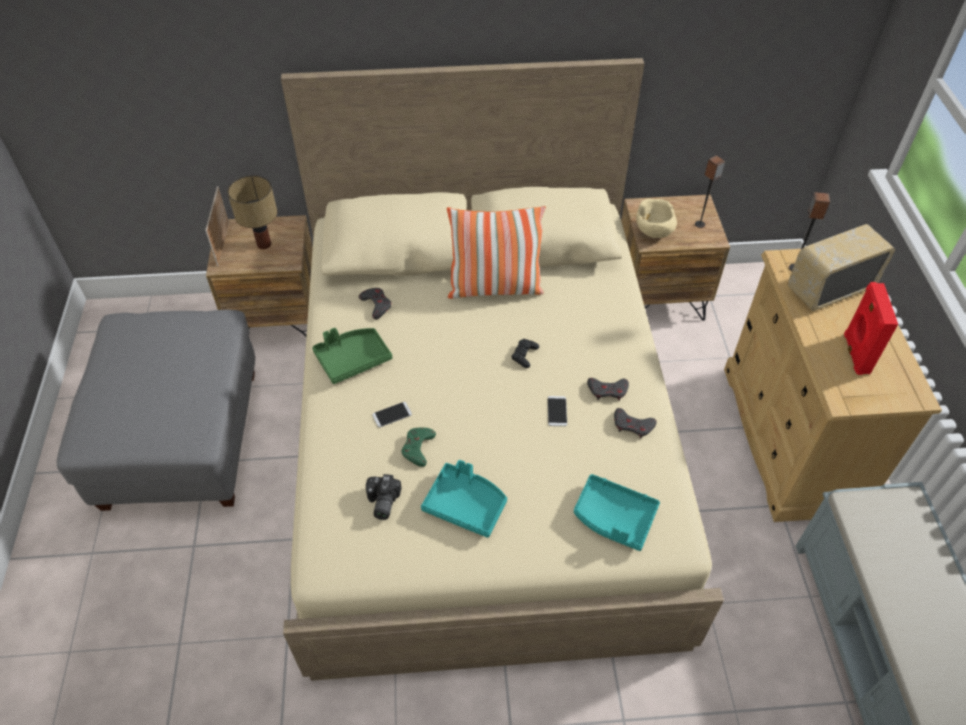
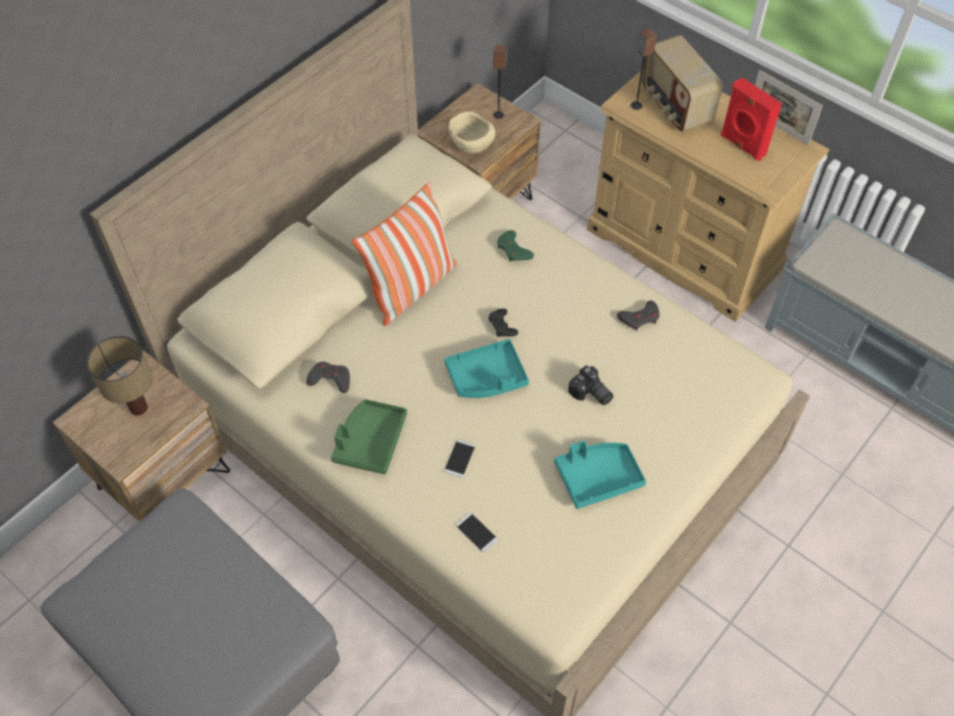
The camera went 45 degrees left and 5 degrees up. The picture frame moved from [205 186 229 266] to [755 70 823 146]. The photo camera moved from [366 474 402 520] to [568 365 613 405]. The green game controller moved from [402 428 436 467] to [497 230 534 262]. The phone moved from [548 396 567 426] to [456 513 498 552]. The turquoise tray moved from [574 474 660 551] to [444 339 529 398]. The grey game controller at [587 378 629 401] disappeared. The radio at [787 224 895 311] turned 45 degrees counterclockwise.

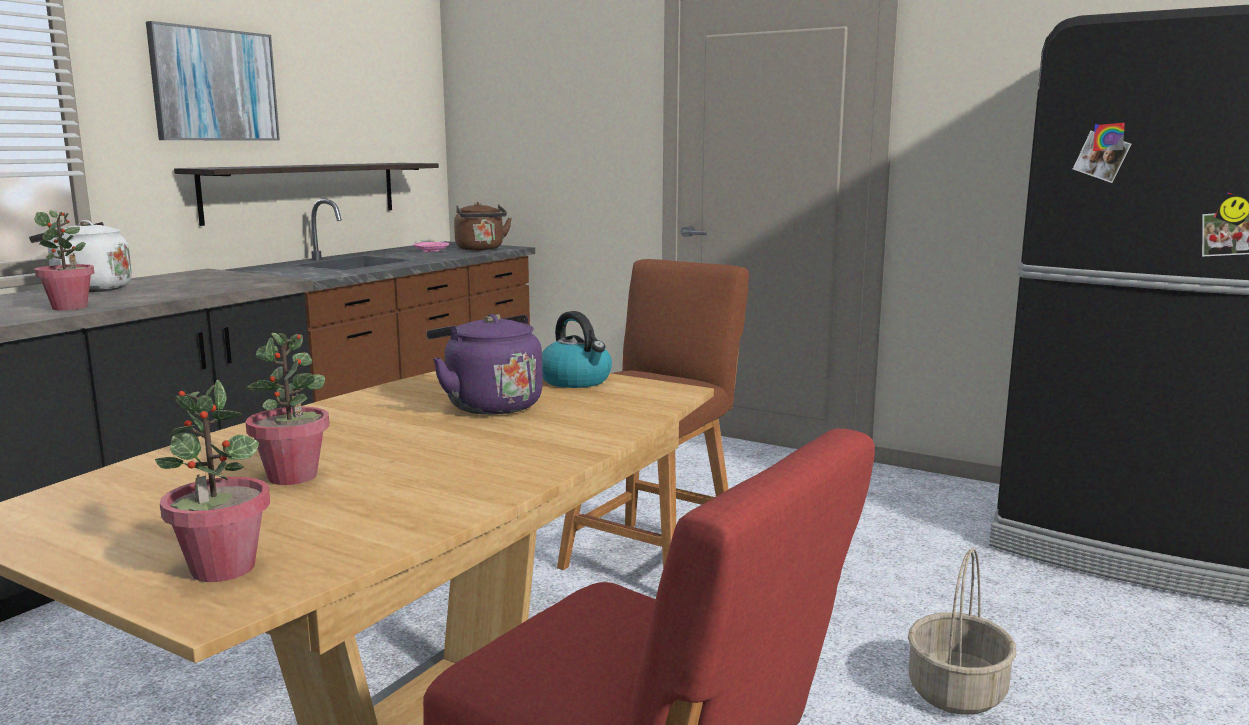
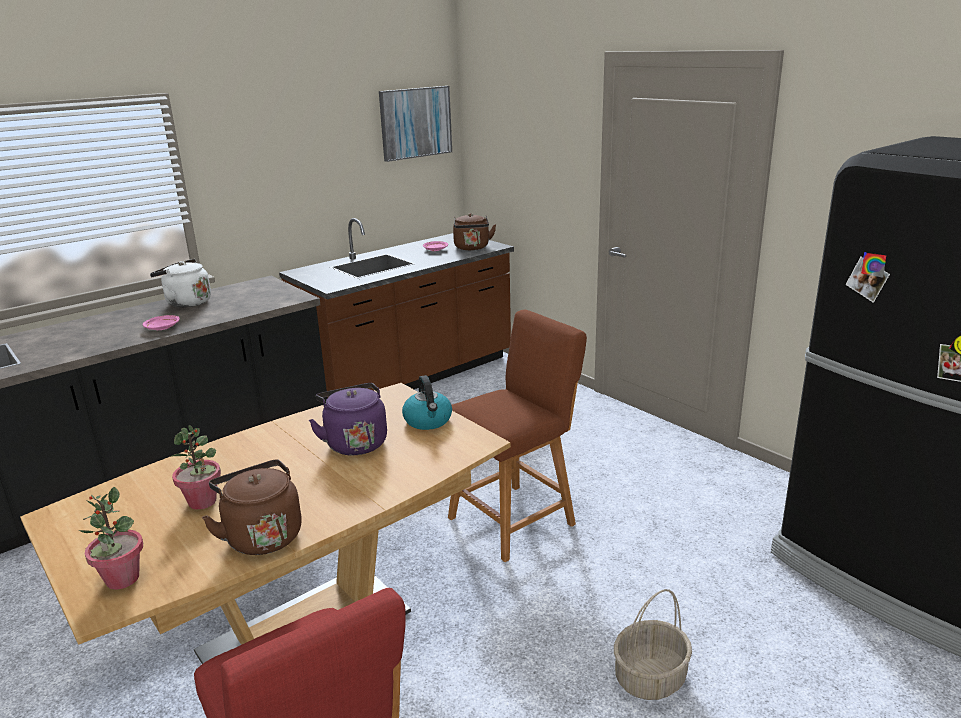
The camera went 20 degrees right and 10 degrees up. The potted plant at [35 210 94 311] was replaced by the pink plate at [143 315 180 330]. The picture moved from [146 21 280 141] to [379 86 452 162]. The shelf at [174 163 439 226] disappeared. The brown kettle at [202 459 302 555] appeared.

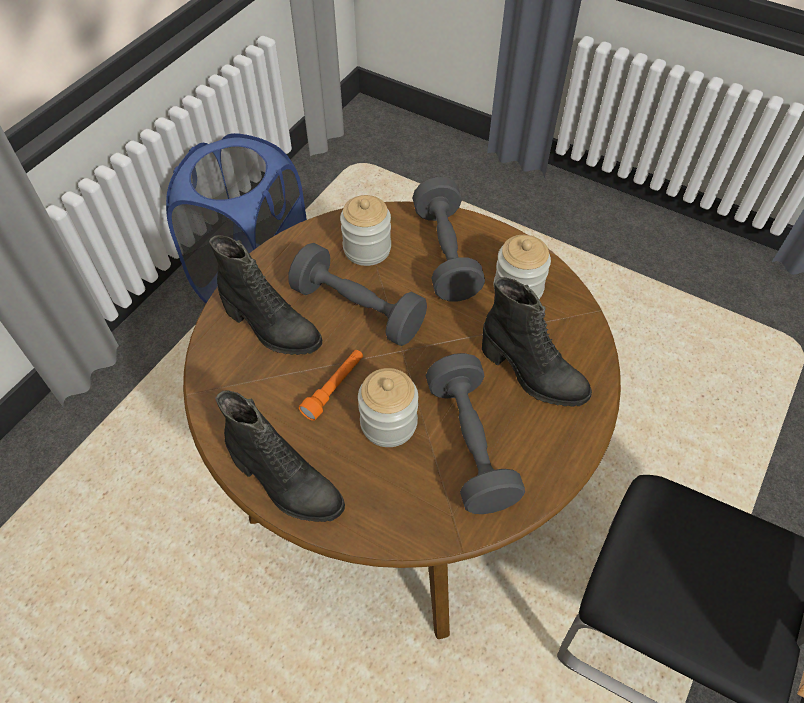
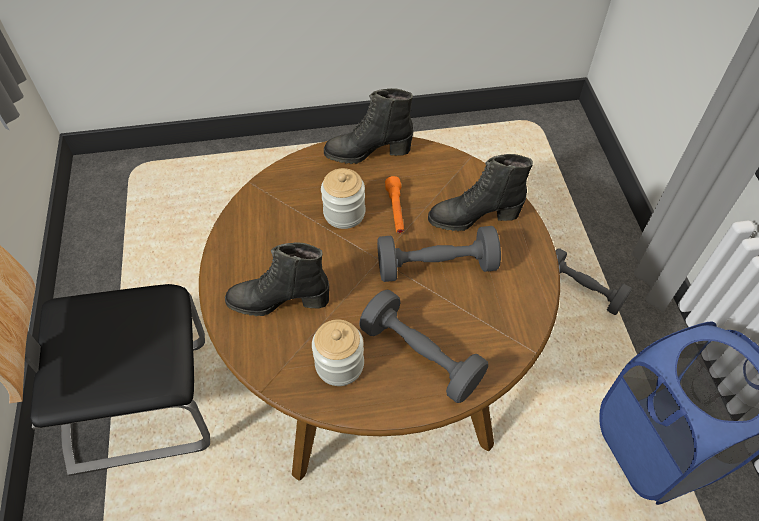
The camera went 140 degrees right and 0 degrees up. The jar at [340 195 391 266] disappeared. The grey dumbbell moved from [426 353 525 514] to [556 248 632 315].

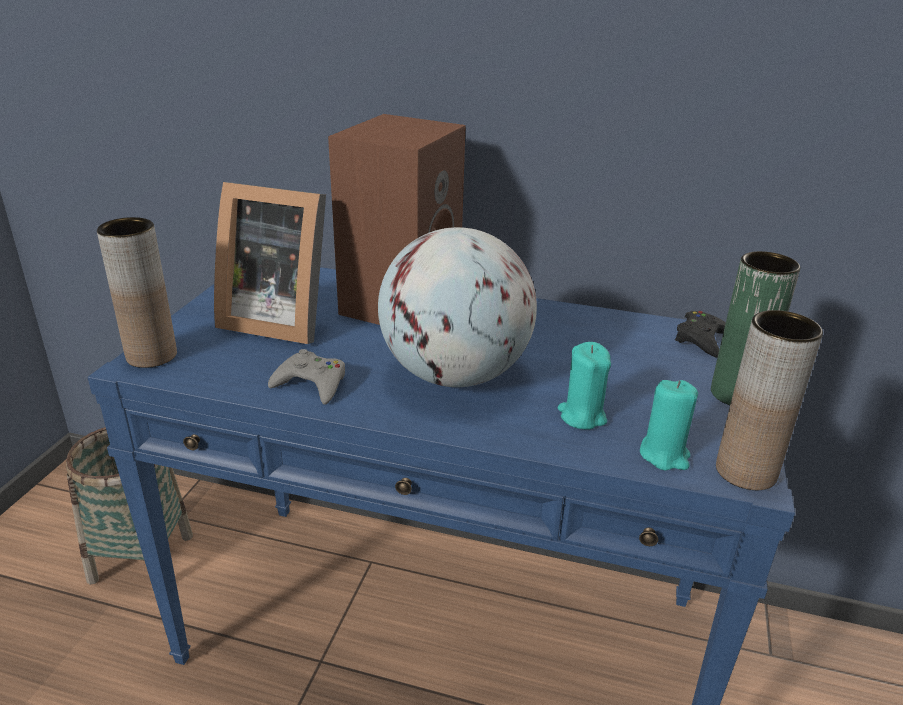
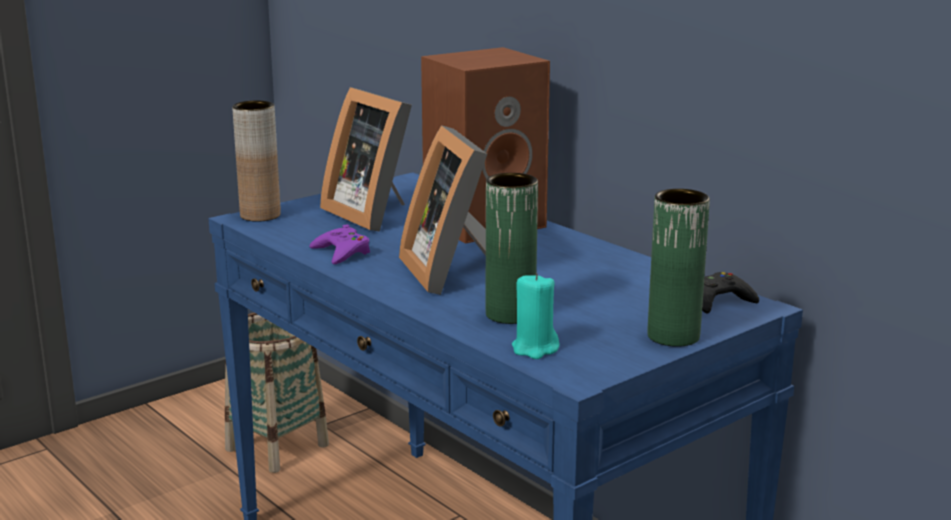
The camera went 35 degrees right and 10 degrees down. The grey game controller at [268 349 345 405] became the purple game controller at [309 225 370 264]. The globe at [378 227 537 387] was replaced by the picture frame at [399 125 487 295]. The turquoise candle at [558 342 611 430] was replaced by the green vase at [485 173 538 324]. The brown vase at [716 310 823 490] disappeared.

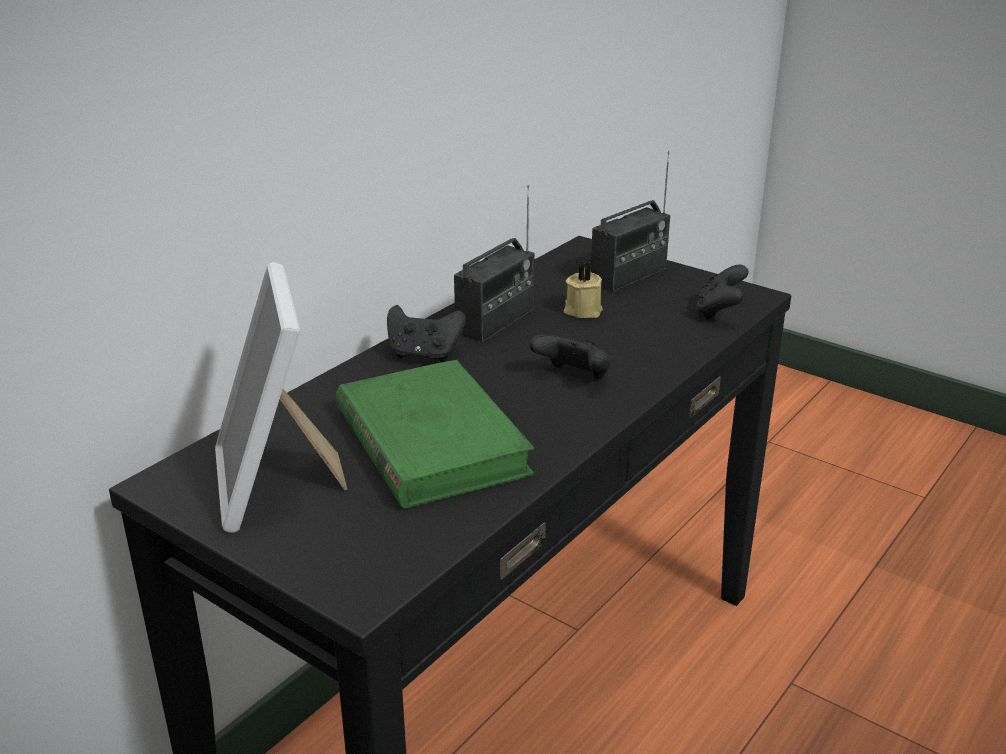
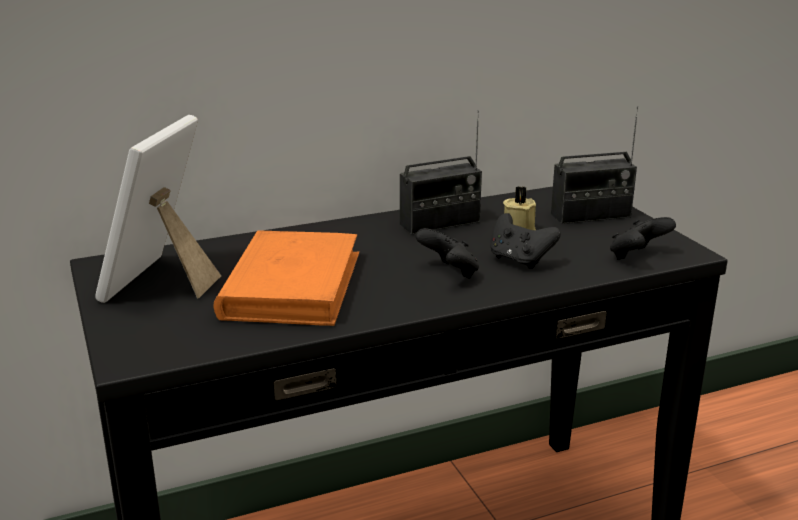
The camera went 30 degrees right and 5 degrees down. The green book at [336 360 534 509] became the orange book at [213 230 360 326]. The black game controller moved from [387 305 466 362] to [490 213 561 269].

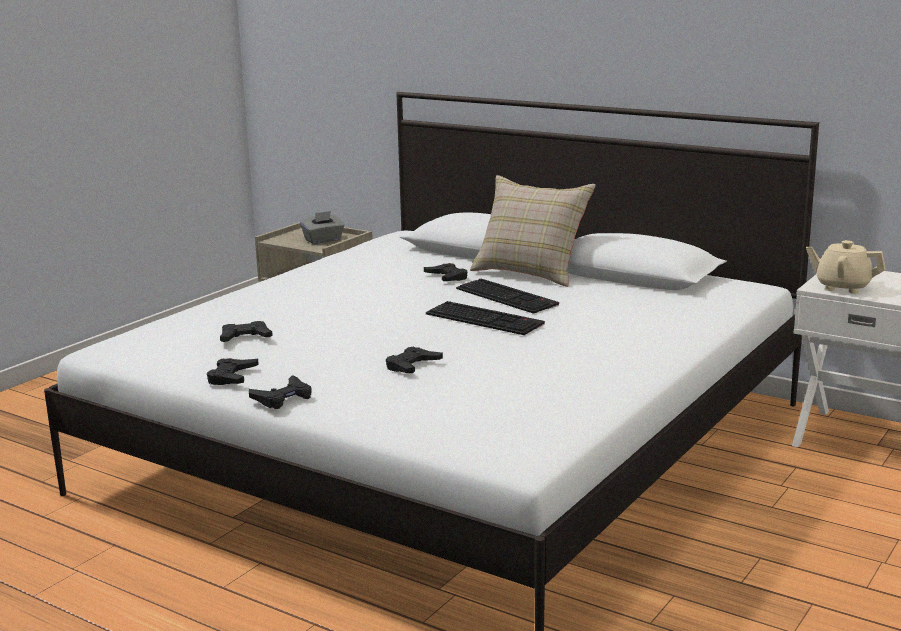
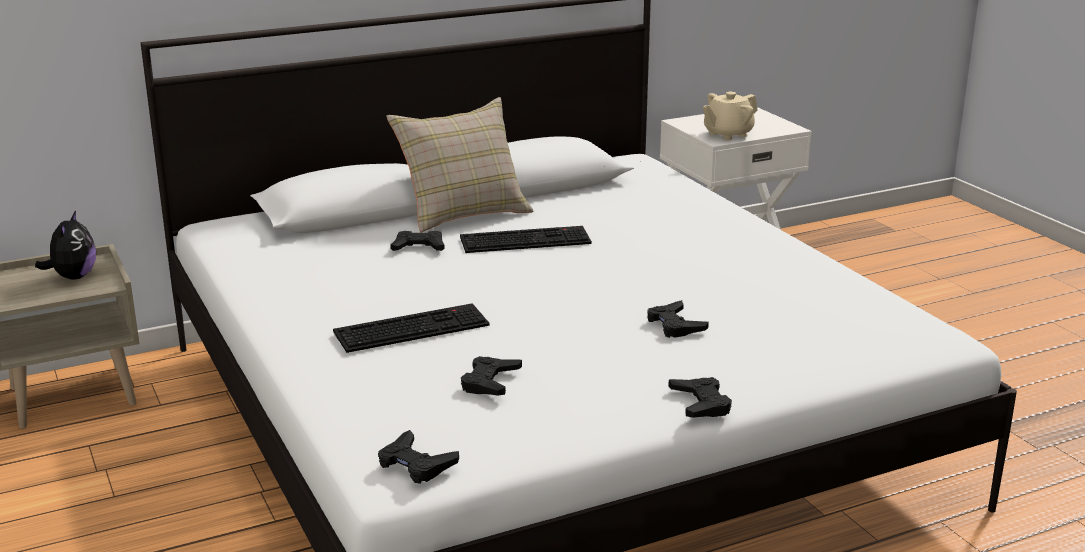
The camera went 60 degrees left and 5 degrees up. The black game controller moved from [207 358 259 385] to [378 430 459 484]. The grey tissue box at [300 211 344 244] was replaced by the plush toy at [35 210 96 280]. The keyboard moved from [426 301 545 335] to [333 303 490 353].

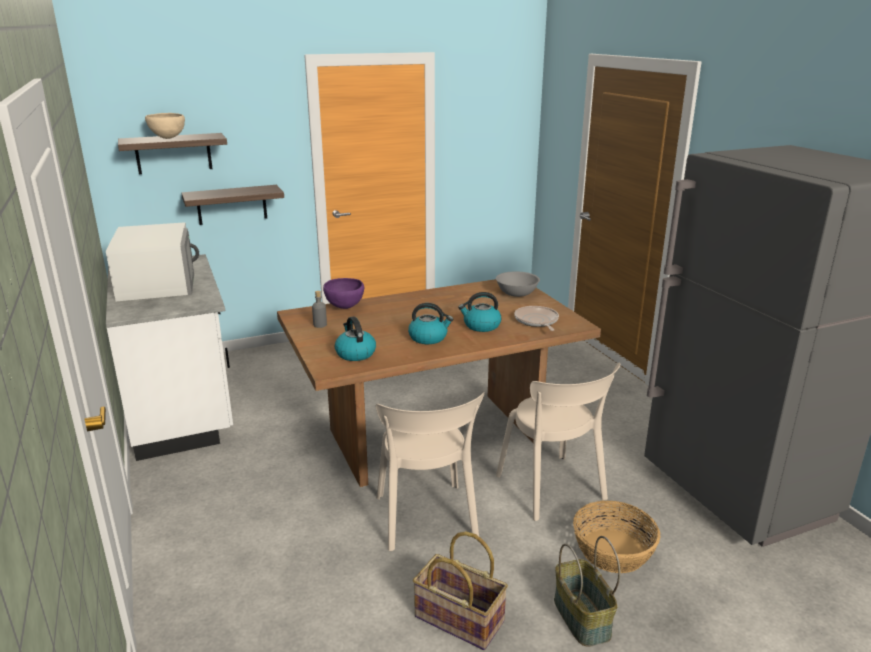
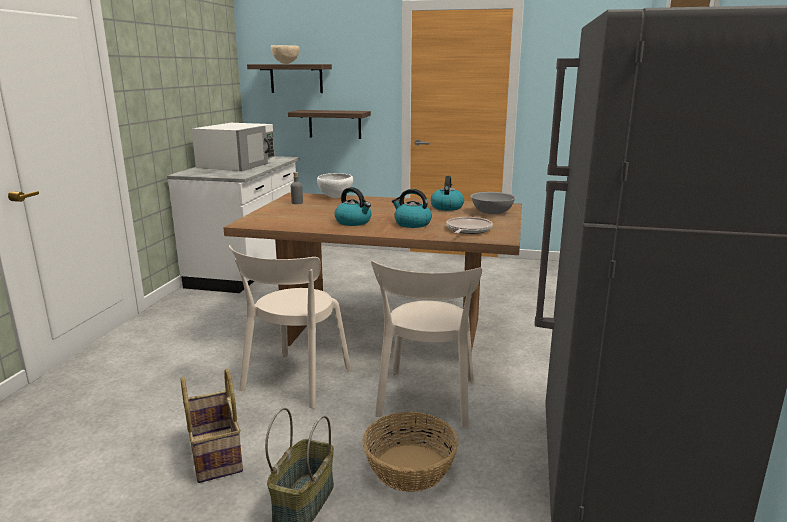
The camera went 35 degrees right and 5 degrees down. The purple bowl at [323 278 364 309] became the white bowl at [317 173 353 198]. The kettle moved from [335 317 376 361] to [431 176 464 211].

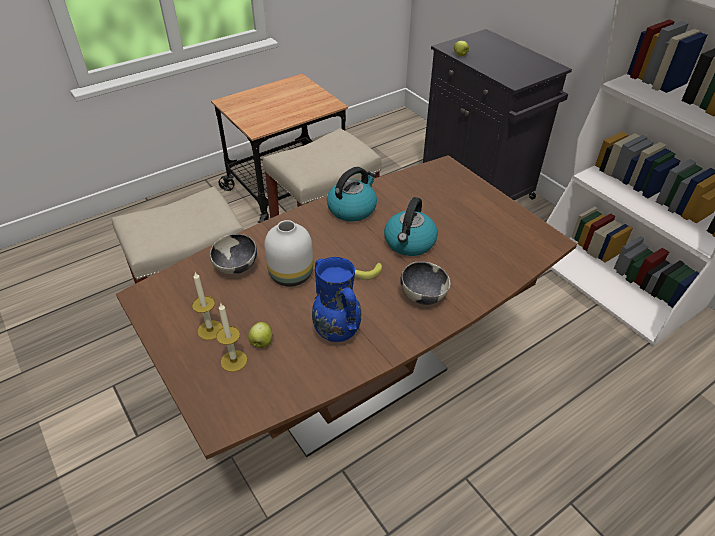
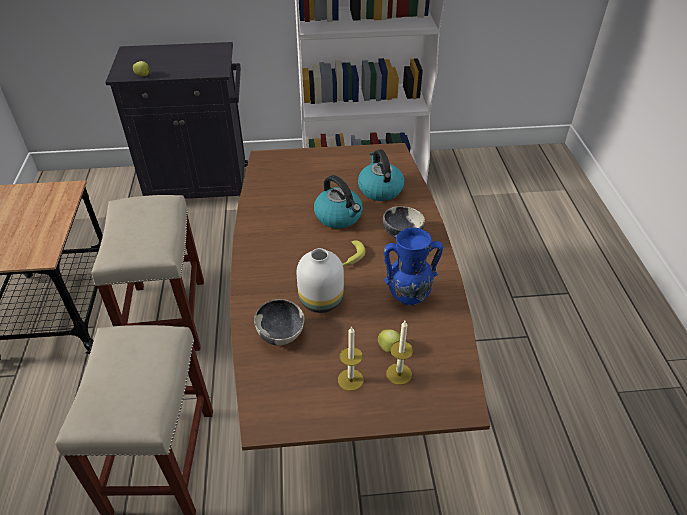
The camera went 60 degrees left and 0 degrees up. The kettle moved from [327 167 377 222] to [358 149 404 201].

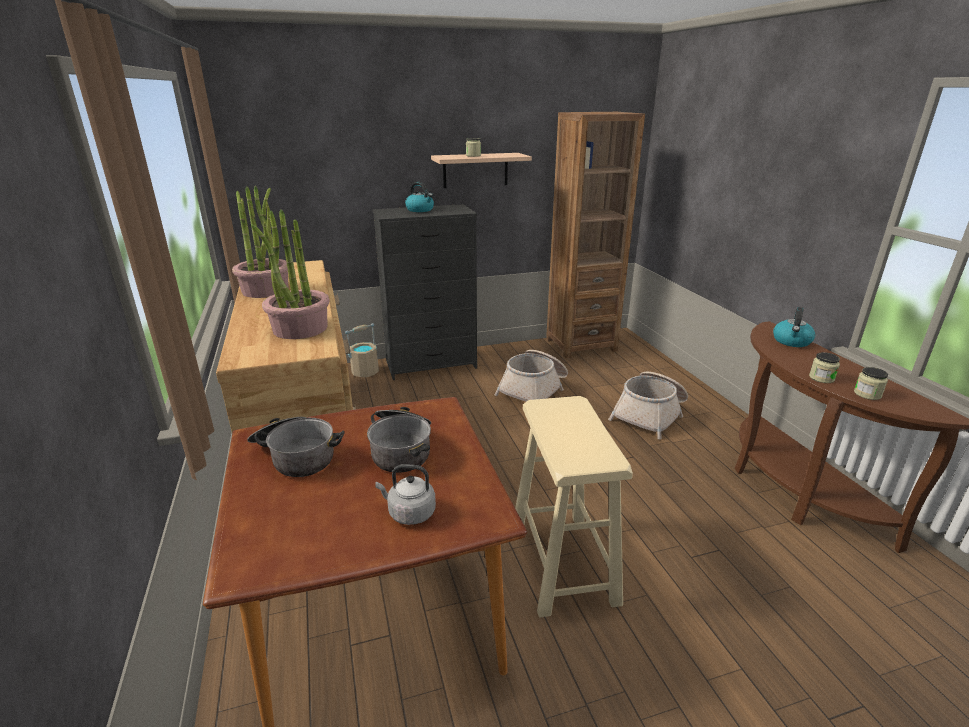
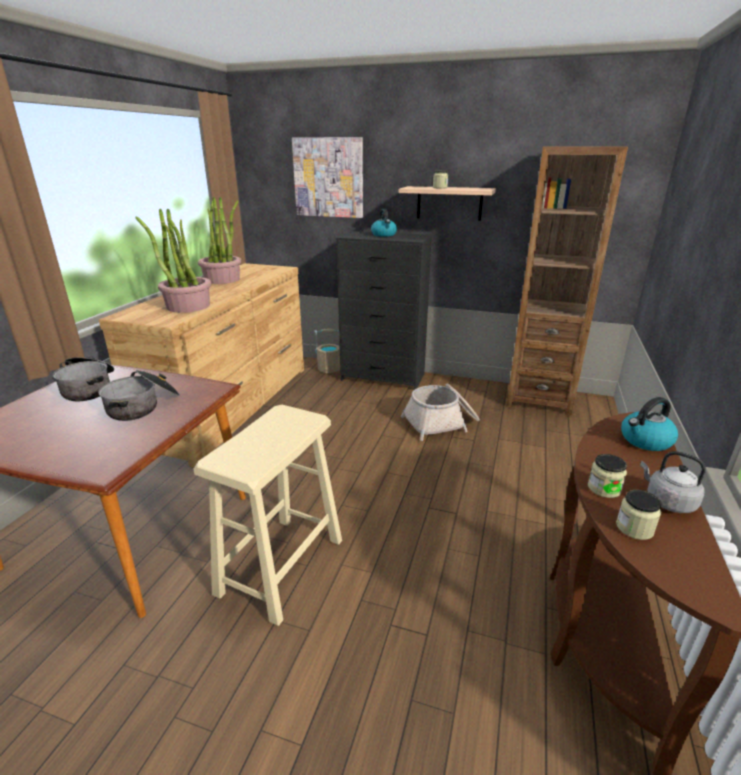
The camera went 35 degrees right and 0 degrees up. The grey kettle moved from [375 464 436 525] to [640 451 706 513]. The basket at [608 372 688 439] disappeared. The picture at [292 137 363 218] appeared.

